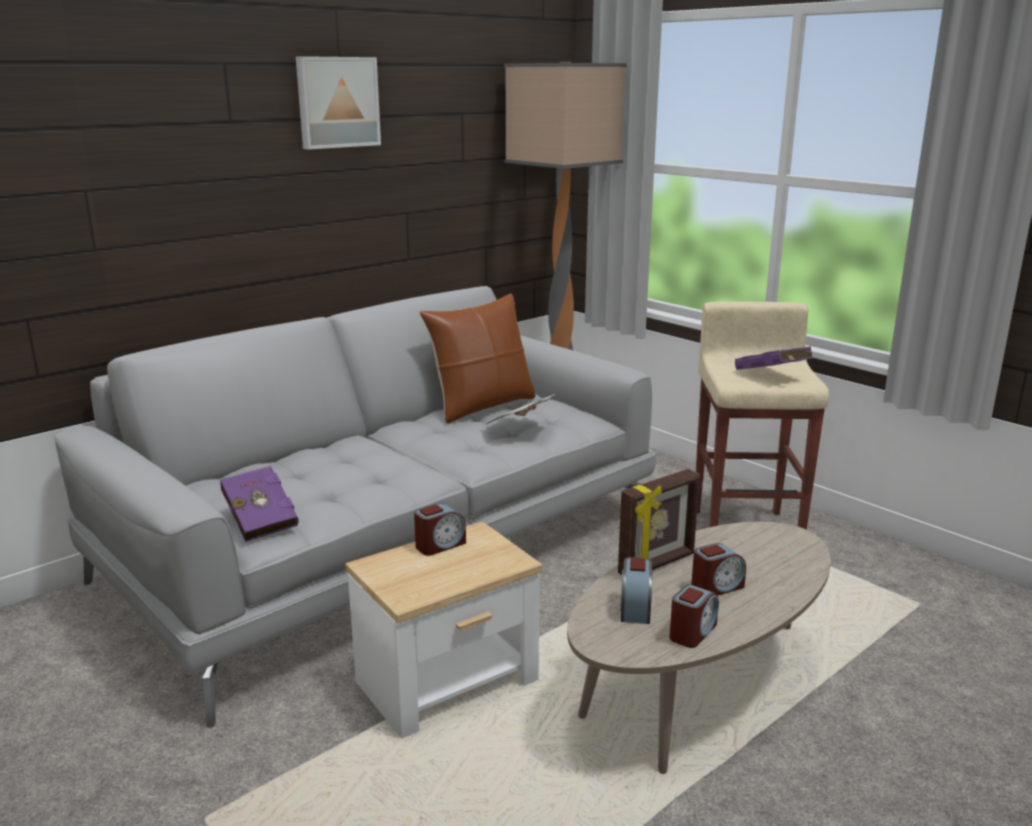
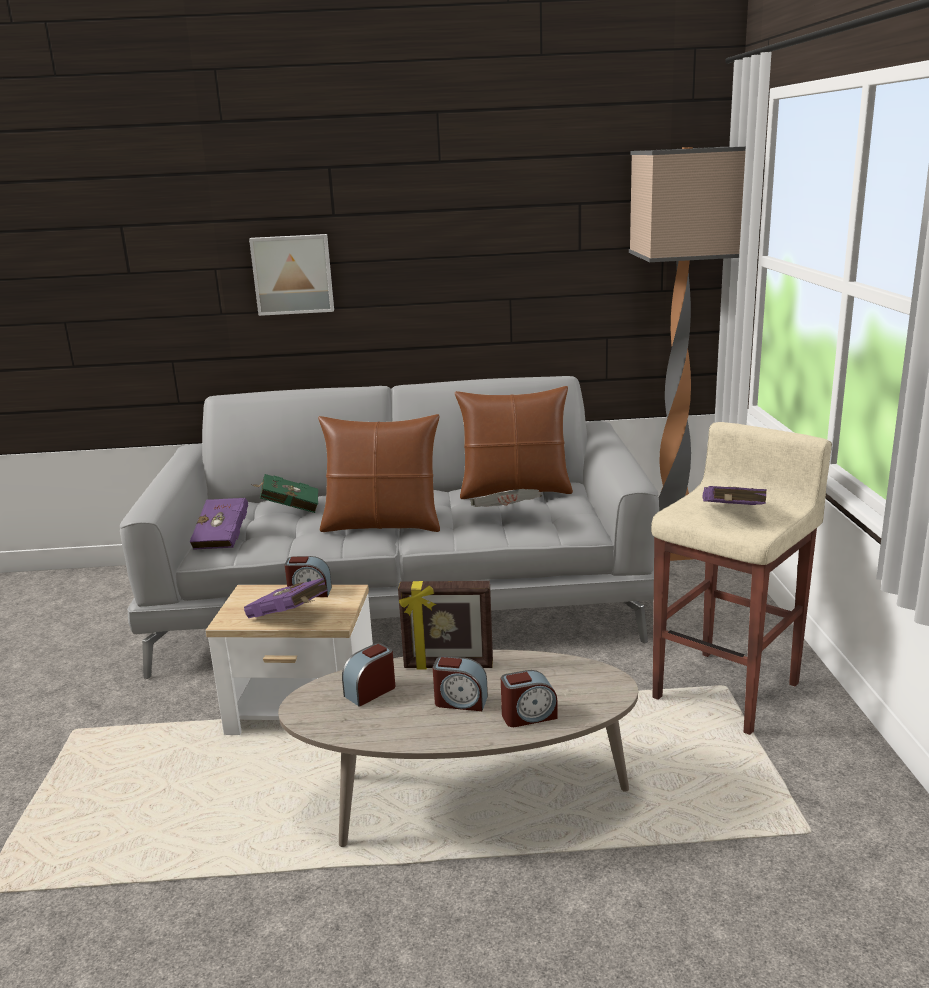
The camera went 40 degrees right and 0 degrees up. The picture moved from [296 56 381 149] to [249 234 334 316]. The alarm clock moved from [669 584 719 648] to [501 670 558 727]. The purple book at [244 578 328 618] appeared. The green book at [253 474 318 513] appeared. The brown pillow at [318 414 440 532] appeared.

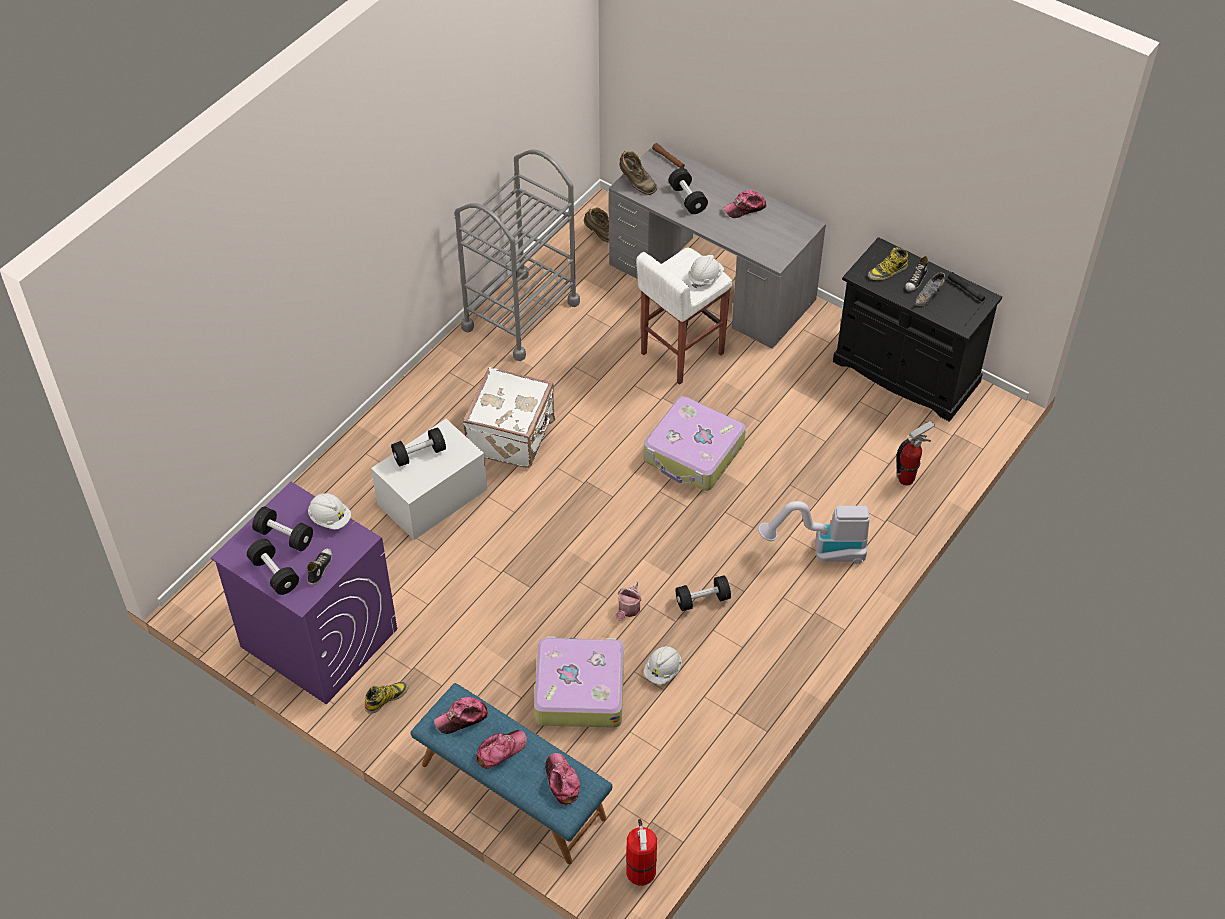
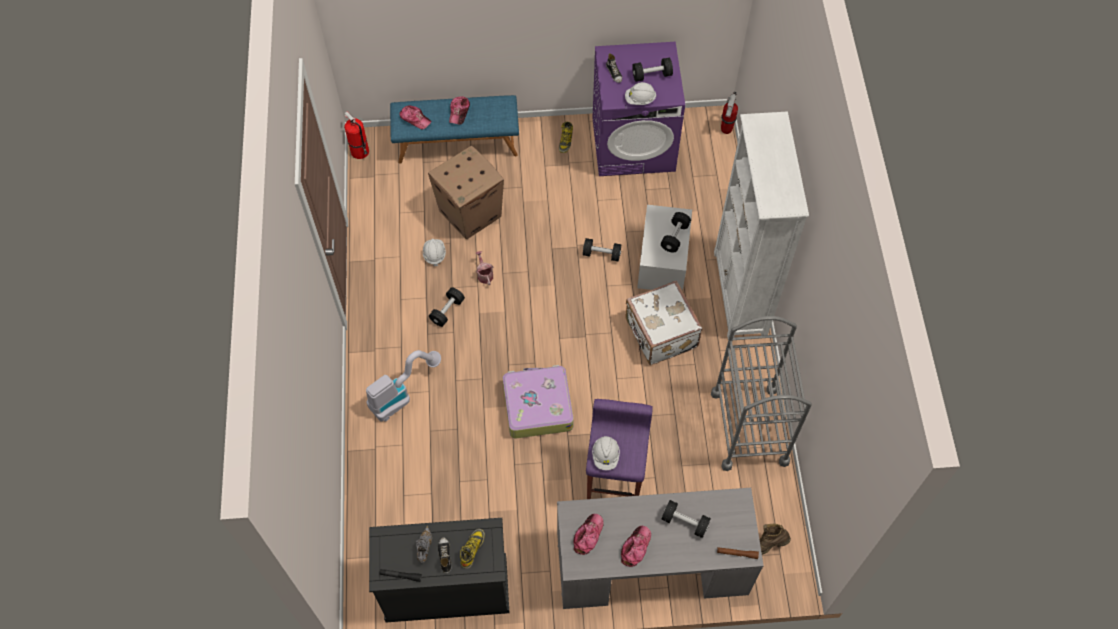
The camera went 140 degrees right and 10 degrees up. The black dumbbell moved from [247 539 299 595] to [583 238 621 261]. The cap moved from [434 697 488 734] to [573 514 604 555]. The suitcase at [534 636 624 728] was replaced by the cardboard box at [428 145 504 240]. The brown boot at [619 151 657 195] disappeared. The white stool at [636 247 733 385] became the purple stool at [586 399 653 499]. The fire extinguisher moved from [896 421 935 486] to [721 92 738 134]. The white bookcase at [714 111 809 340] appeared.

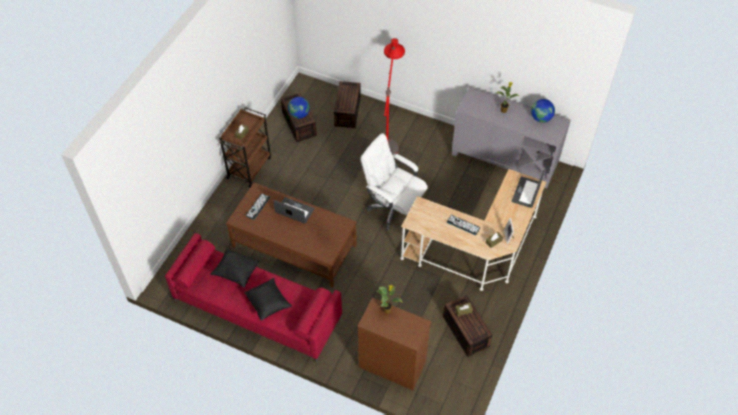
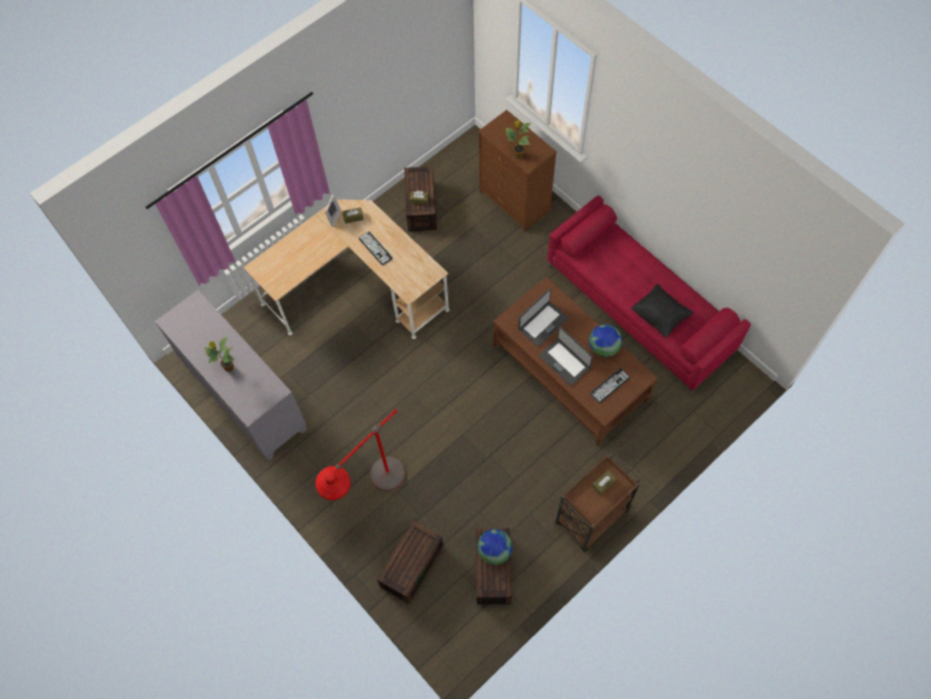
The camera went 155 degrees left and 10 degrees up. The black pillow at [245 278 292 321] disappeared. The white office chair at [361 133 428 230] disappeared. The laptop moved from [512 170 544 208] to [518 289 569 347]. The globe moved from [531 99 555 123] to [589 324 622 357].

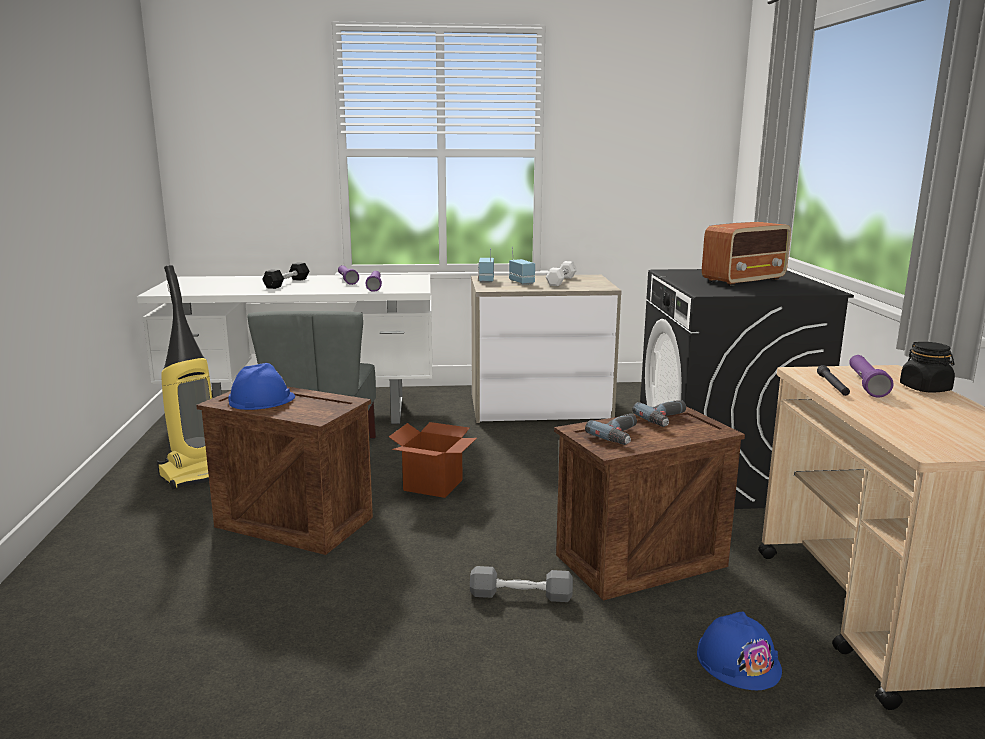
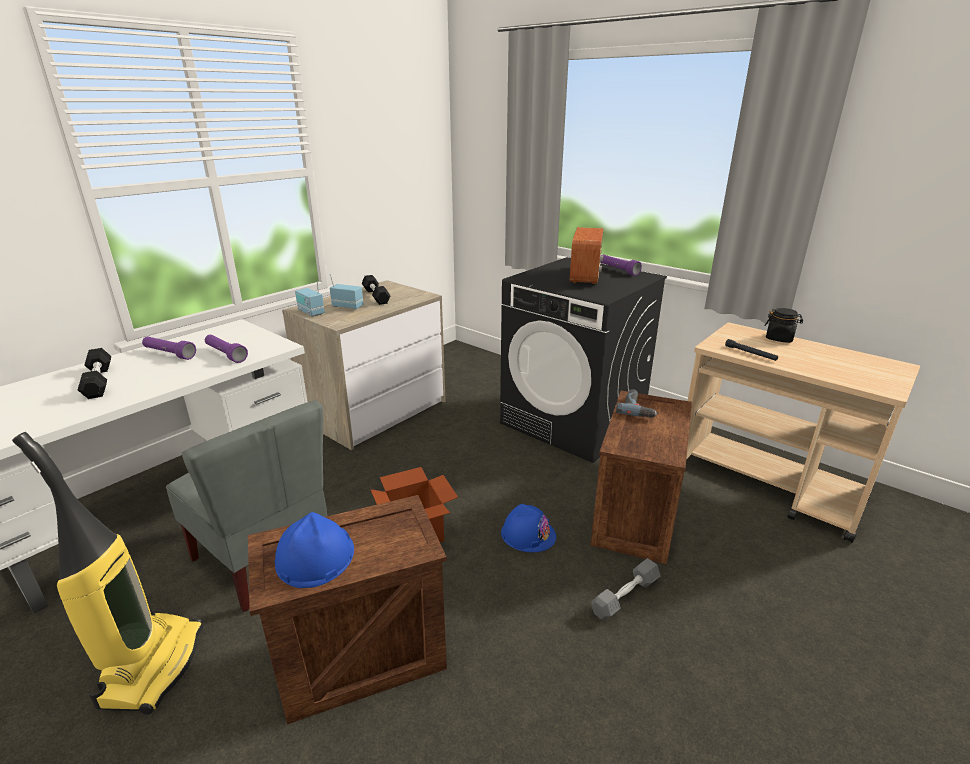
The camera went 45 degrees left and 10 degrees up. The white dumbbell at [546 261 577 286] became the black dumbbell at [362 275 391 305]. The power drill at [585 414 637 445] disappeared. The blue hard hat moved from [697 612 782 690] to [501 504 556 552]. The purple flashlight moved from [849 355 894 398] to [600 254 642 276].

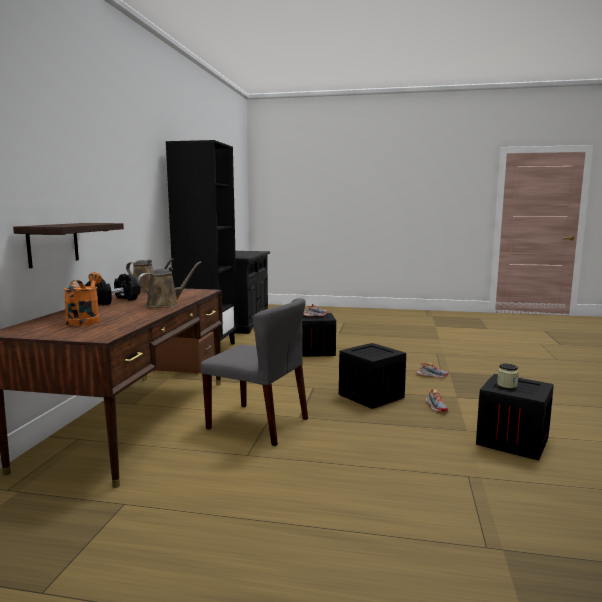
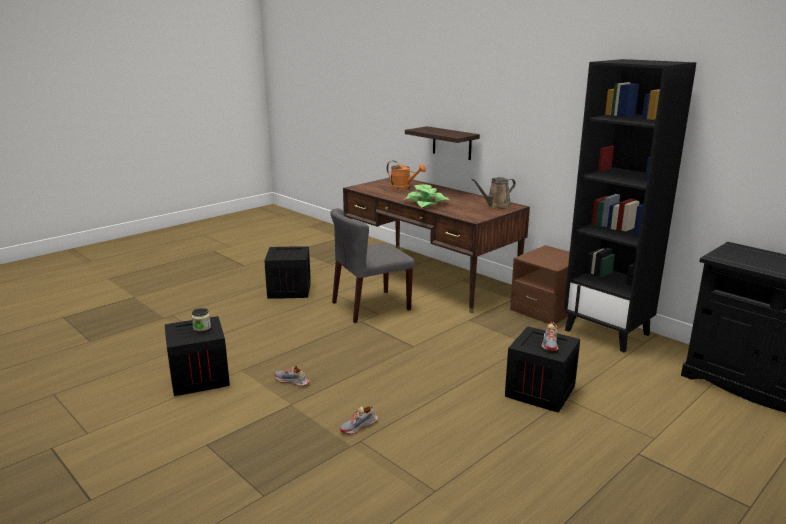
The camera went 125 degrees right and 10 degrees up. The black dumbbell at [85 274 141 305] disappeared. The brown watering can at [137 261 202 308] was replaced by the potted plant at [404 184 449 208]. The crate moved from [339 343 406 409] to [265 246 311 299].

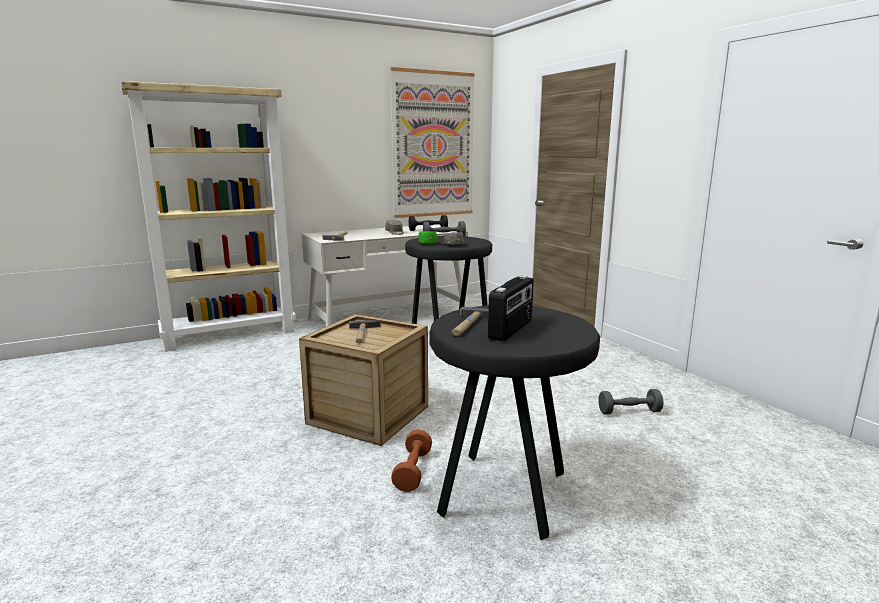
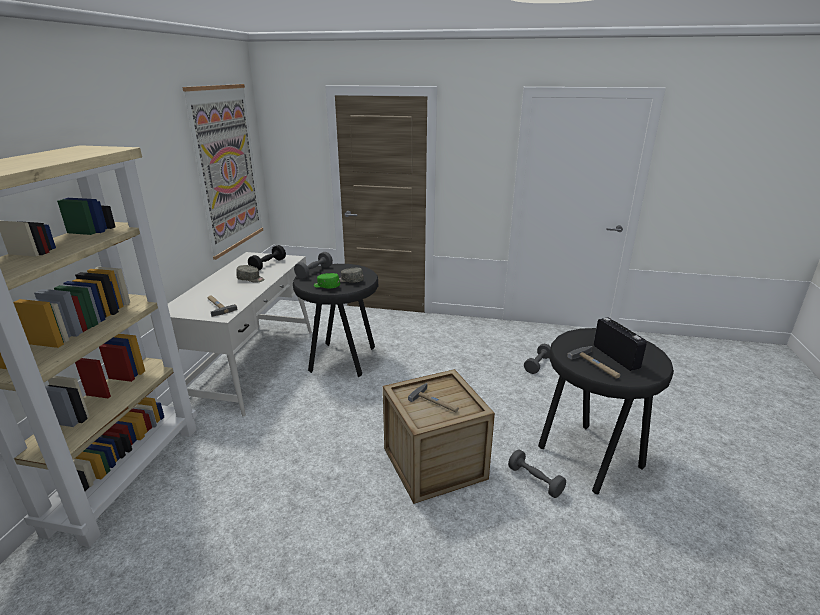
The camera went 50 degrees left and 10 degrees up. The brown dumbbell at [391 430 432 492] became the grey dumbbell at [508 449 566 498].

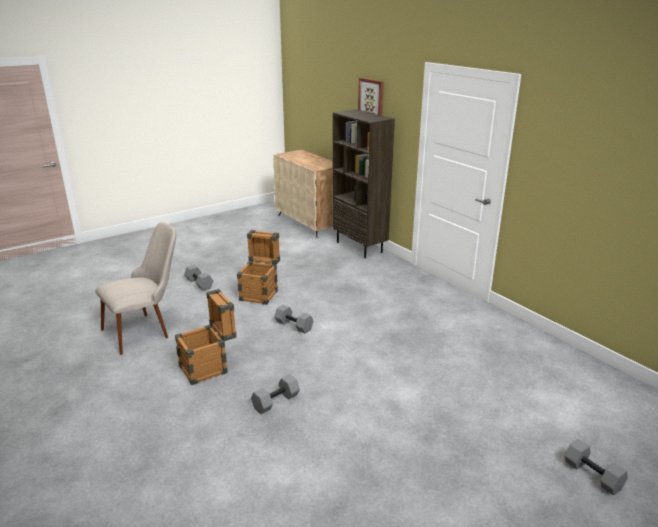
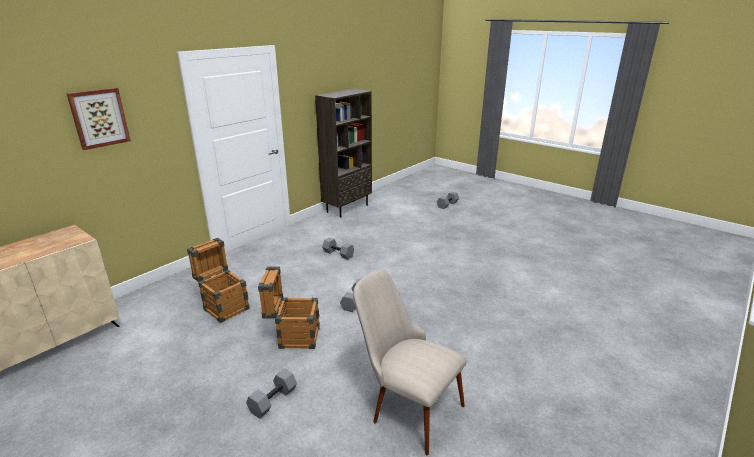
The camera went 105 degrees left and 0 degrees up. The crate moved from [175 289 237 385] to [187 238 250 323]. The grey dumbbell moved from [251 374 300 414] to [322 237 354 259]. The brown bookcase moved from [332 109 395 258] to [315 89 372 218].

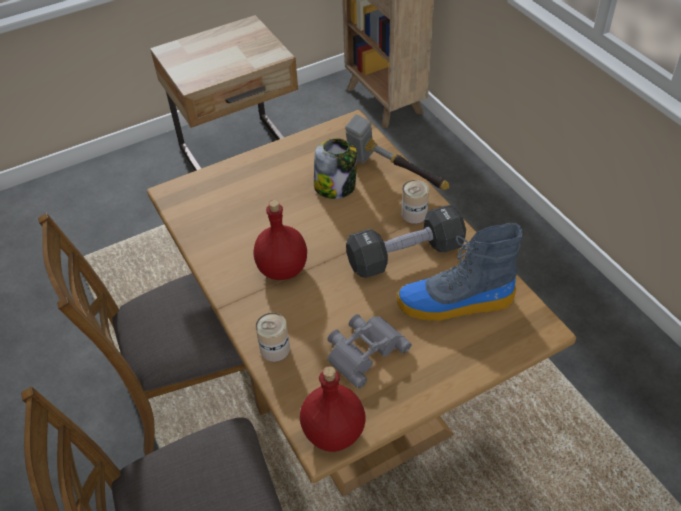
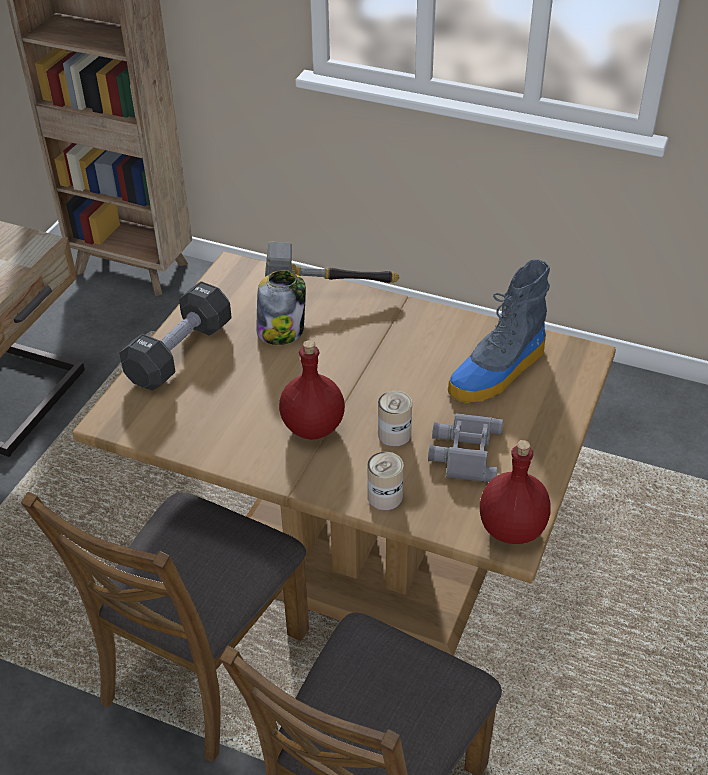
The camera went 40 degrees left and 5 degrees down. The black dumbbell moved from [346 205 466 278] to [119 281 232 391]. The can moved from [401 180 429 224] to [378 391 412 446].

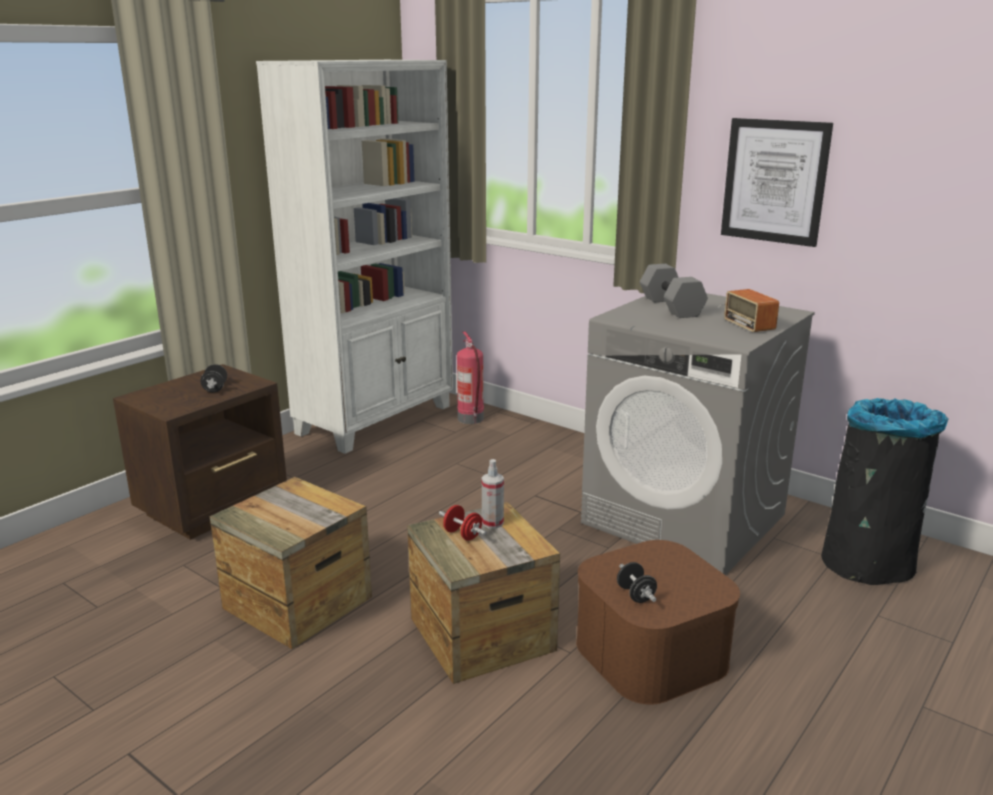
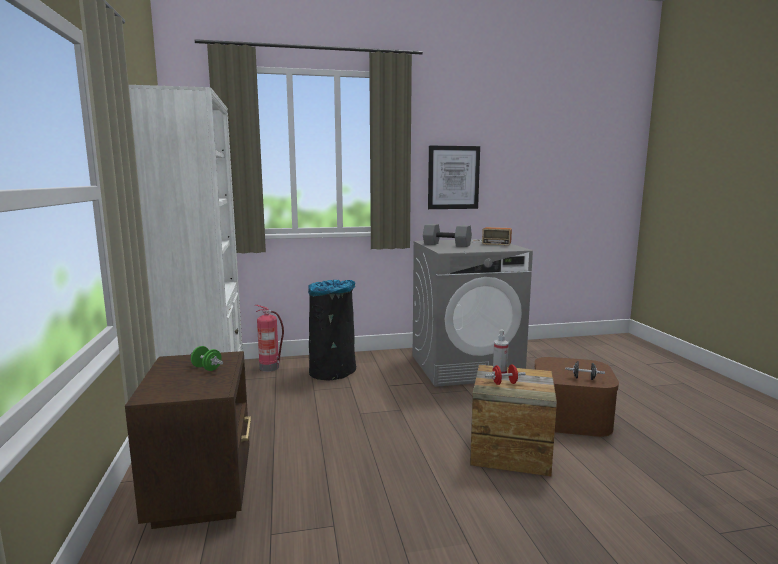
The camera went 50 degrees left and 10 degrees down. The black dumbbell at [200 364 227 392] became the green dumbbell at [191 346 223 371]. The crate at [210 477 372 649] disappeared. The black trash can moved from [821 398 949 585] to [308 280 356 381].

